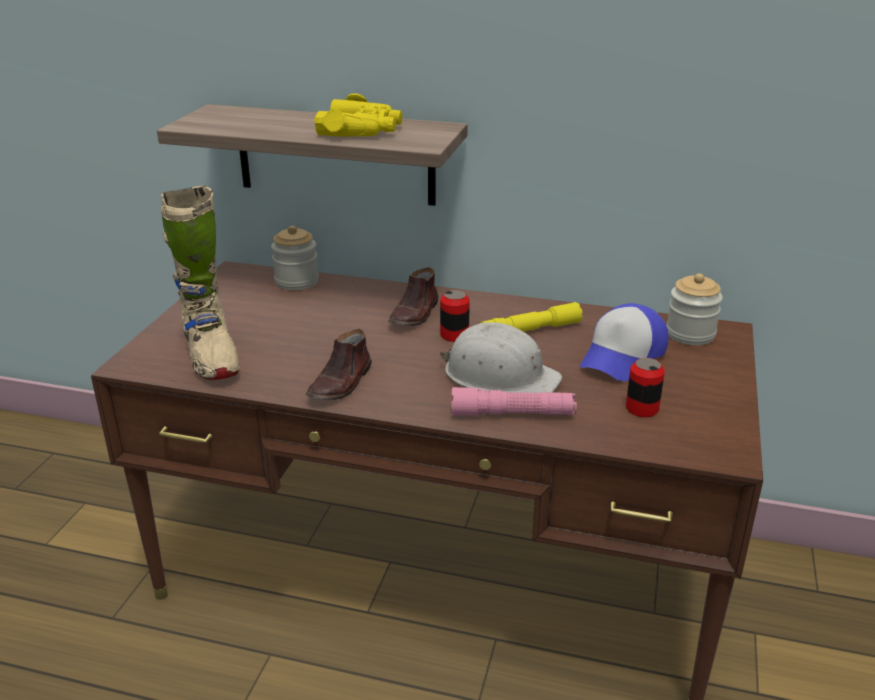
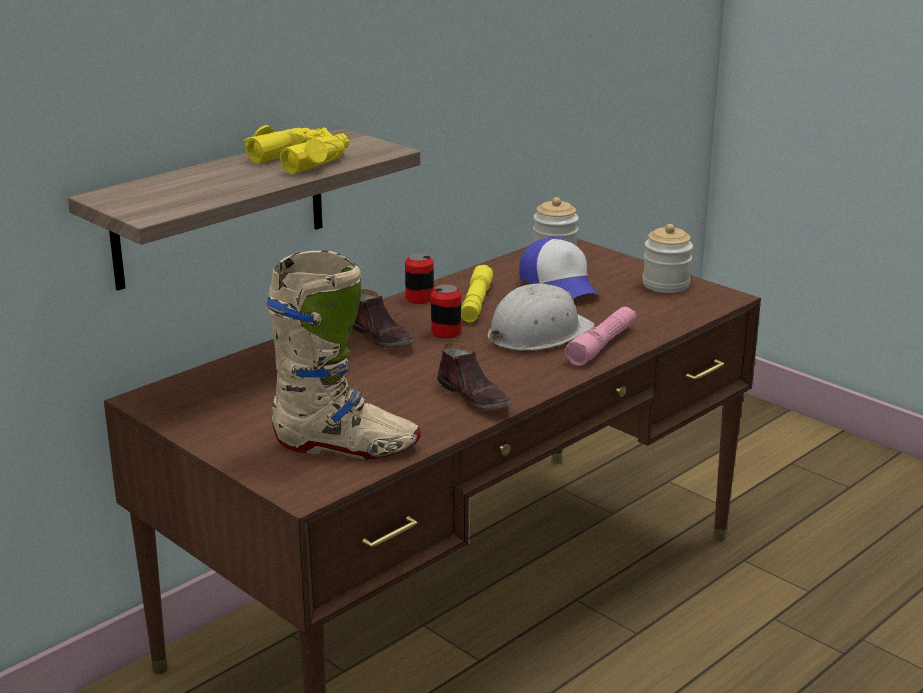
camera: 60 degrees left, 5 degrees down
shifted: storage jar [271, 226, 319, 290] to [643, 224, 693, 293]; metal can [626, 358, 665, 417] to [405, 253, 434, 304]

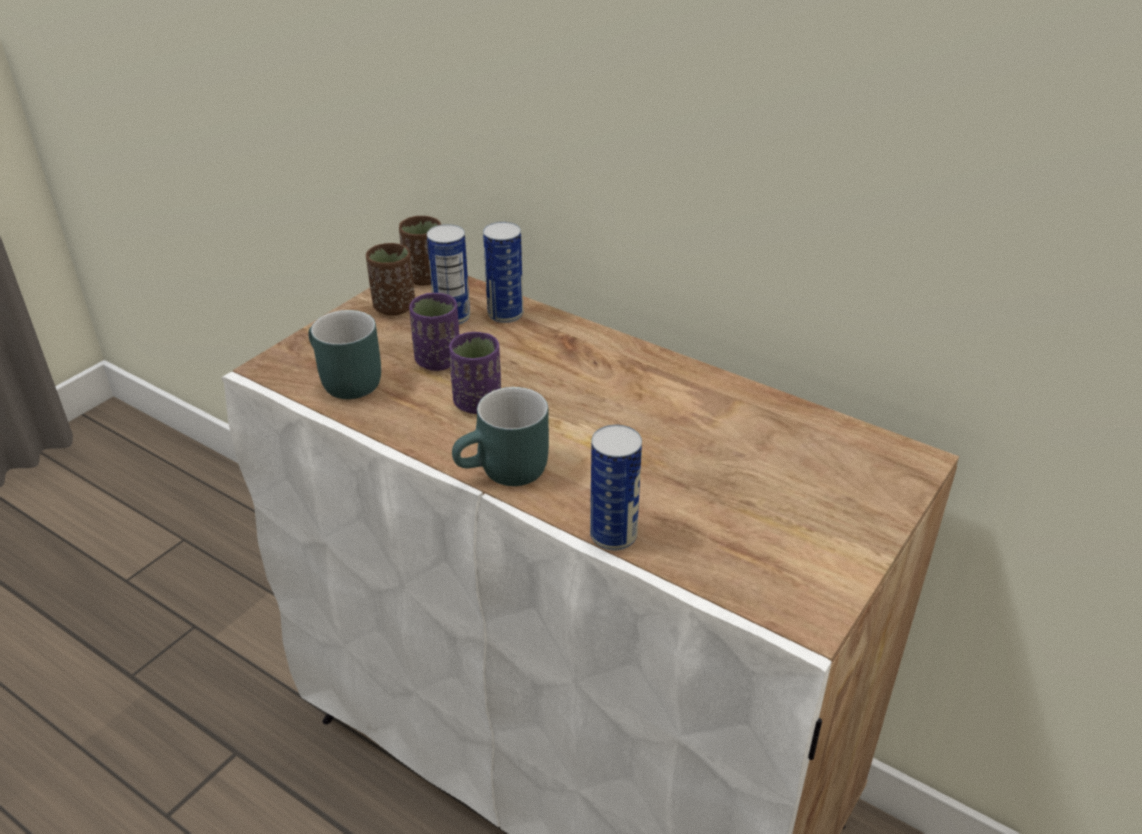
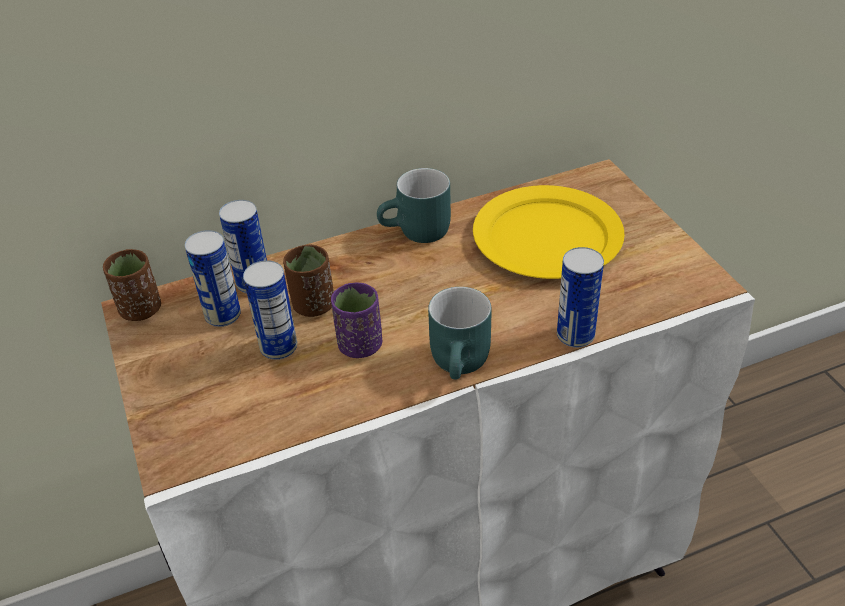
camera: 55 degrees left, 5 degrees up
new: flat dish/yellowish [473, 185, 625, 279]
shifted: coffee mug/blue-green [308, 310, 381, 399] to [377, 168, 451, 243]; cup/brown-coloured [366, 243, 415, 316] to [283, 244, 334, 317]
swapped: cup/purple-coloured [409, 293, 459, 371] to metal can [243, 260, 297, 360]

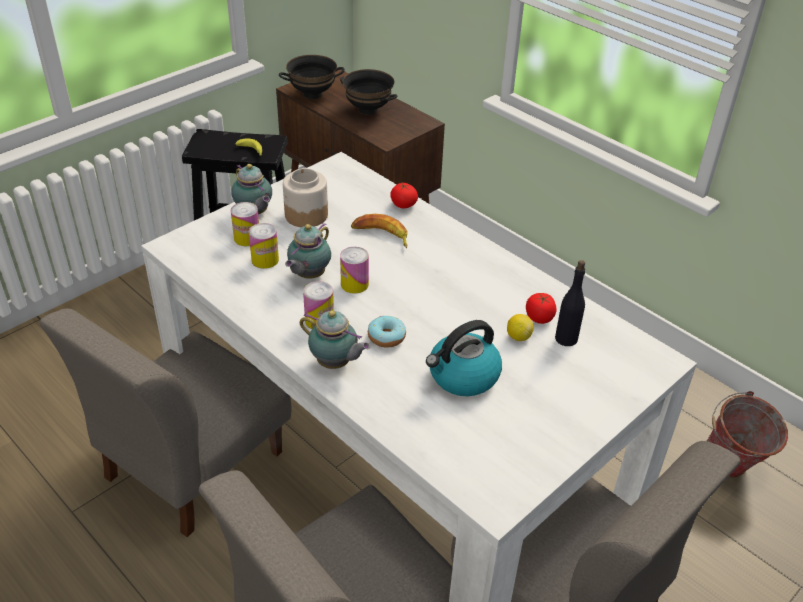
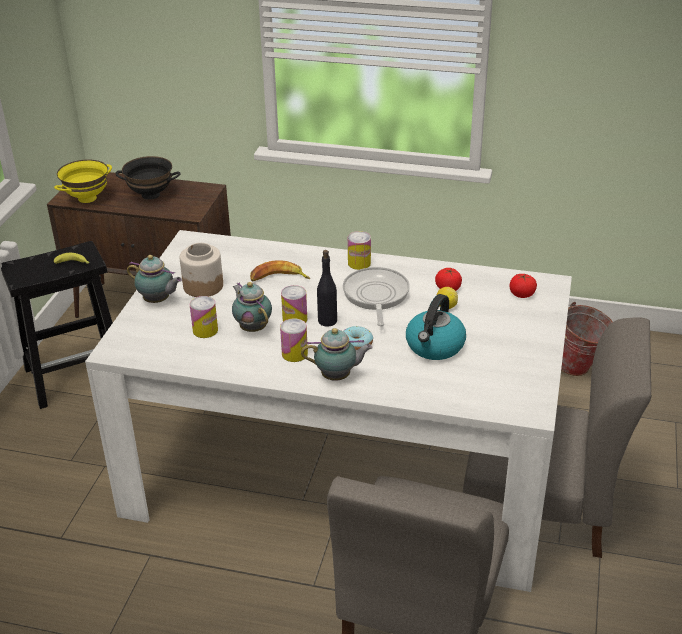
camera: 30 degrees left, 5 degrees down
gone: upright chair/grey [40, 308, 292, 537]
new: pan [343, 267, 410, 326]
shifted: metal can [231, 202, 259, 246] to [348, 231, 371, 270]; tomato [390, 183, 418, 208] to [509, 274, 537, 298]; bottle/black-coloured [555, 260, 585, 346] to [317, 250, 337, 327]
repainted: deep dish/black-coloured [279, 55, 345, 99] to deep dish/yellowish [54, 159, 112, 203]
rotated: tea pot [285, 223, 331, 279] = [232, 282, 272, 332] 150 degrees clockwise

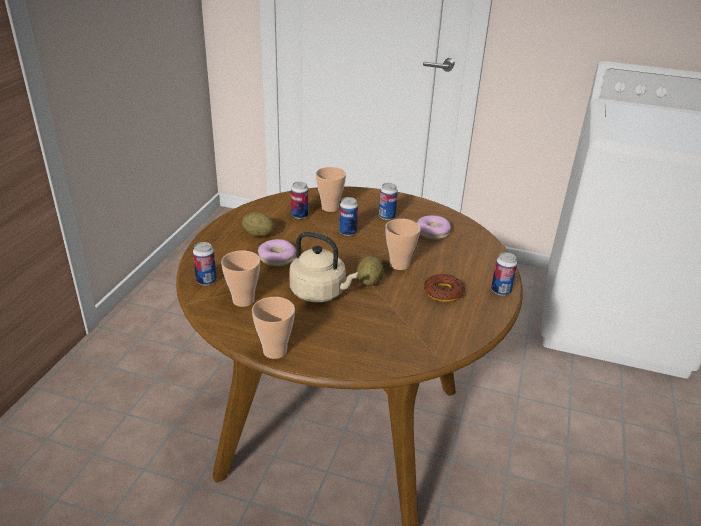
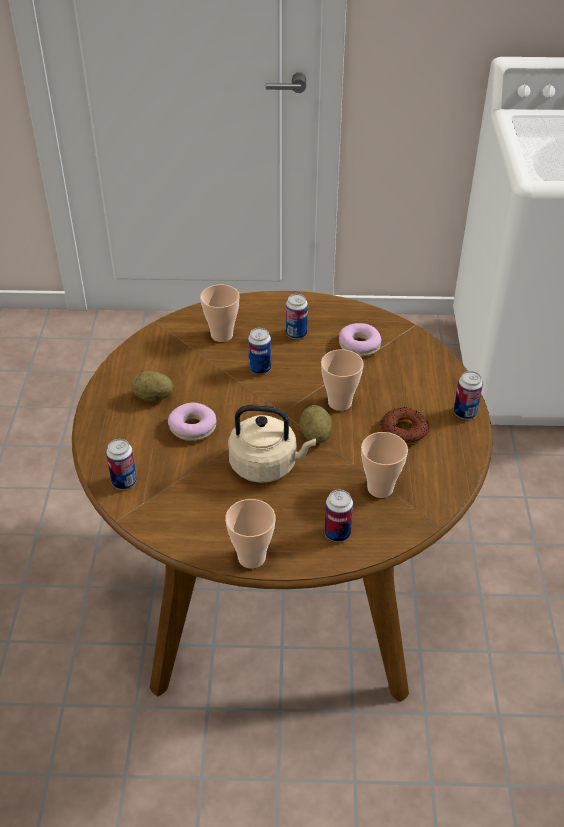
camera: 15 degrees left, 10 degrees up
shifted: cup [221, 250, 260, 307] to [361, 432, 408, 498]; metal can [291, 181, 309, 219] to [325, 489, 353, 542]

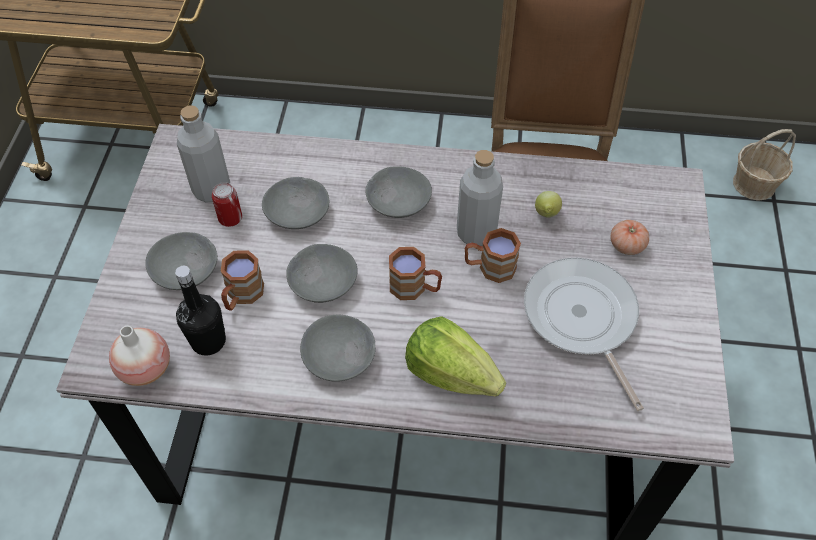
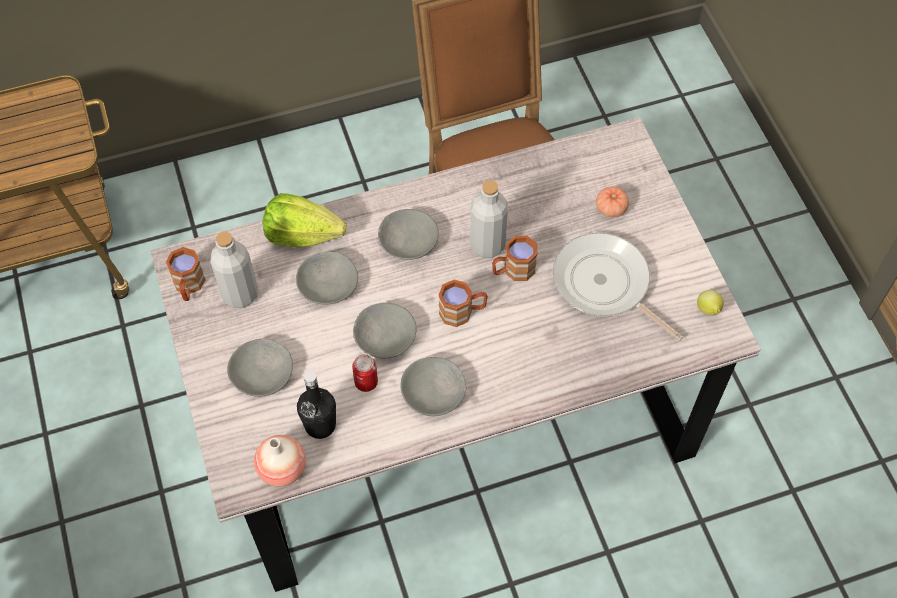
camera: 25 degrees left, 5 degrees up
gone: household basket [733, 129, 796, 201]
shifted: metal can [212, 182, 242, 227] to [352, 354, 378, 392]; coffee mug/brown-coloured [221, 250, 264, 311] to [166, 247, 206, 301]; lettuce head [405, 316, 506, 397] to [262, 193, 347, 247]; lemon [535, 191, 562, 218] to [697, 290, 724, 316]

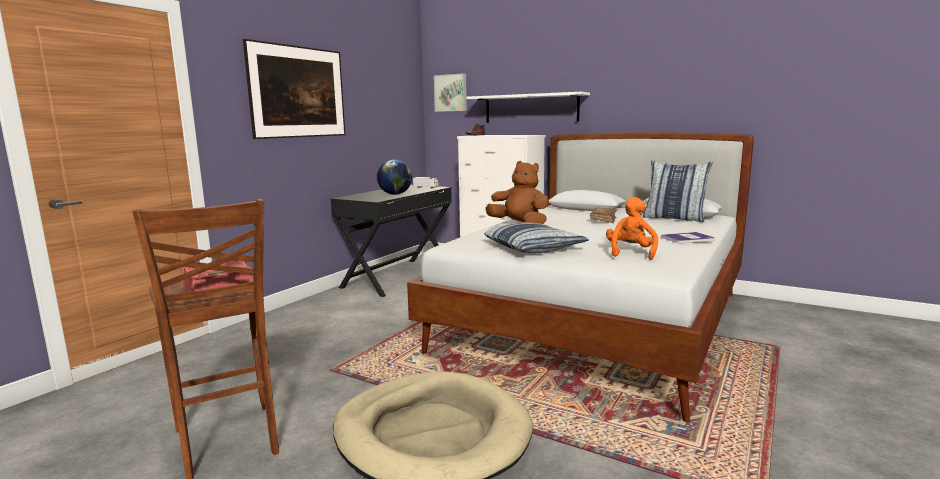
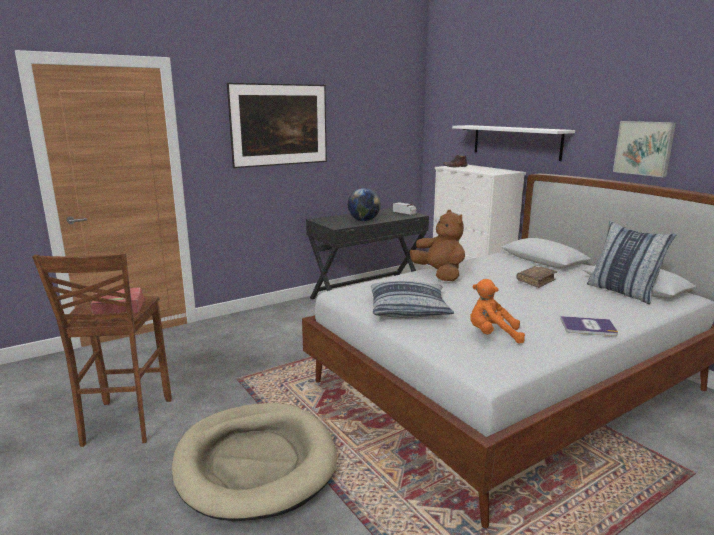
camera: 25 degrees right, 5 degrees up
shifted: wall art [434, 73, 467, 112] to [613, 121, 676, 177]
rotated: plush toy/orangey [606, 197, 658, 260] = [470, 279, 525, 344] 120 degrees counterclockwise

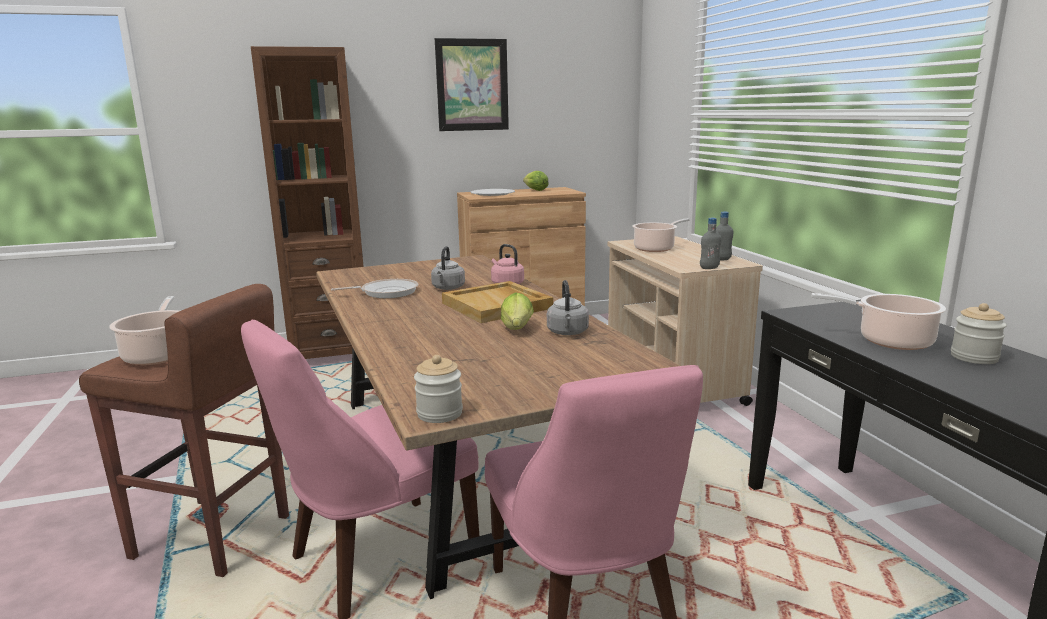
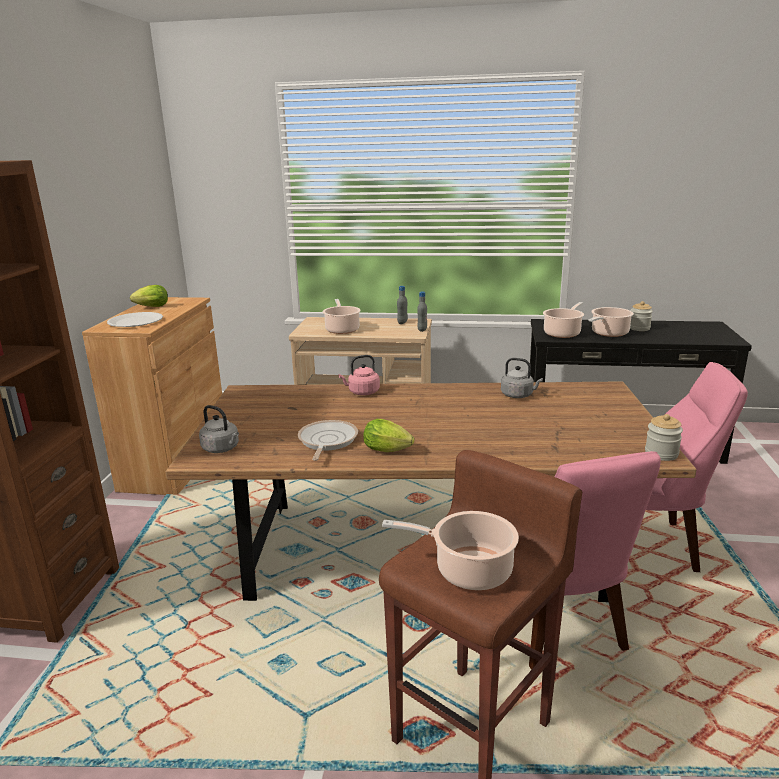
camera: 65 degrees left, 5 degrees up
gone: wall art [435, 38, 509, 131]; serving tray/sand-coloured [442, 281, 553, 323]
new: stockpot [543, 302, 584, 338]
shifted: tea kettle/grey [431, 246, 465, 290] to [199, 405, 239, 453]; lettuce head [501, 292, 534, 330] to [363, 419, 414, 452]

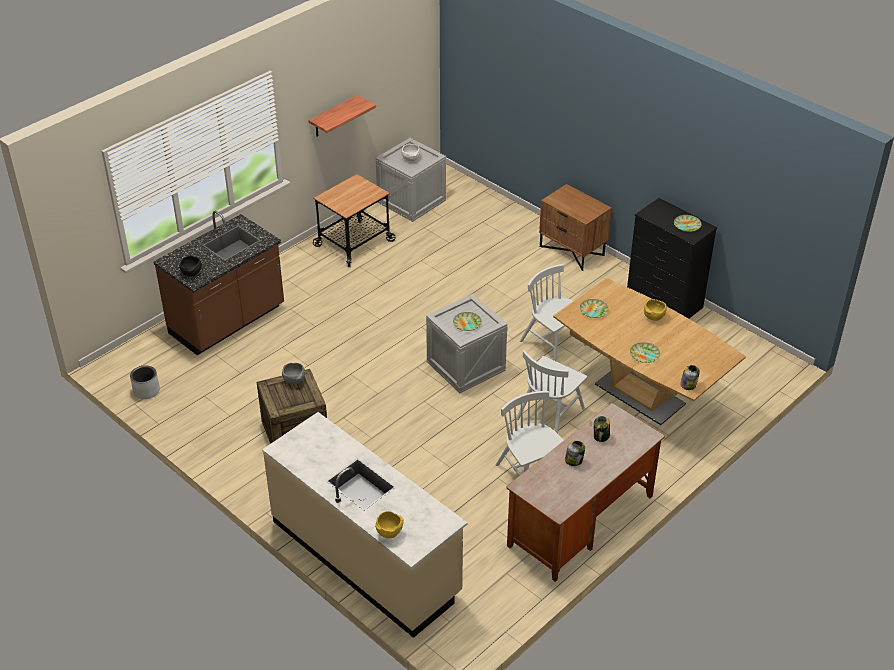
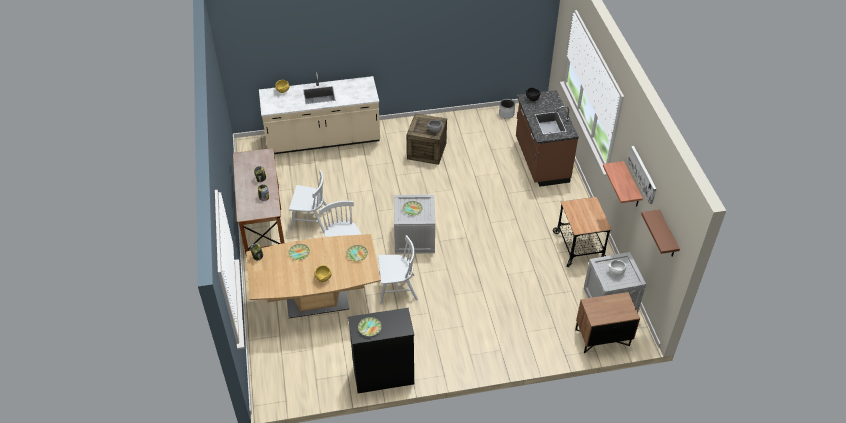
camera: 125 degrees right, 5 degrees up
new: wall art [628, 146, 656, 204]; wall shelf/brown-coloured [641, 210, 680, 257]
shifted: bedside table/brown-coloured [539, 184, 612, 271] to [575, 292, 640, 354]

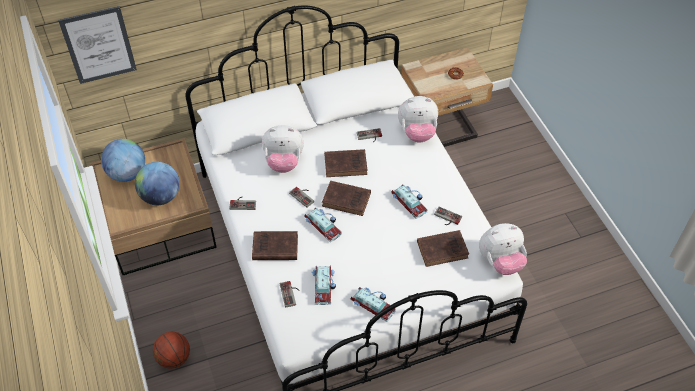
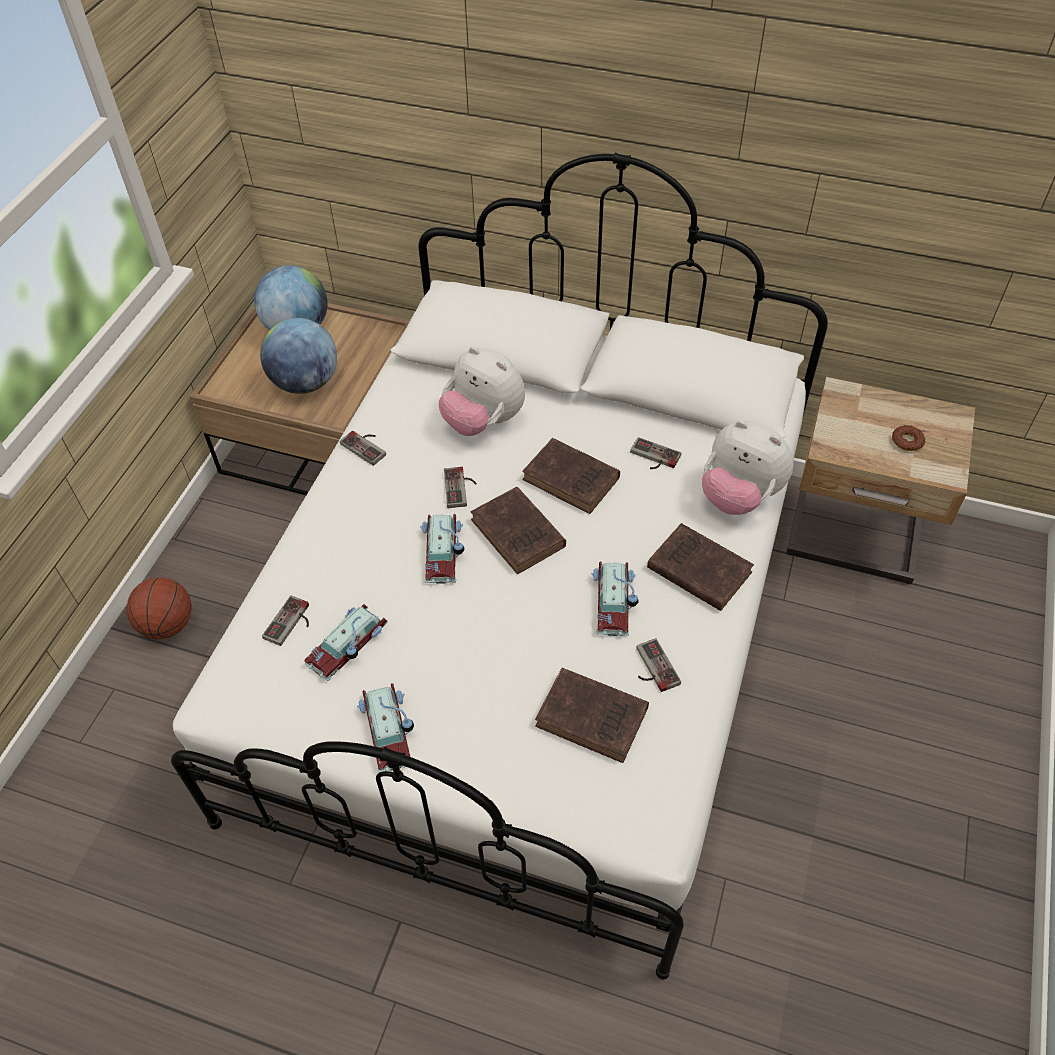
camera: 40 degrees right, 0 degrees up
gone: wall art [58, 6, 137, 84]; plush toy [479, 223, 527, 275]
shifted: book/brown-coloured [252, 231, 298, 260] to [647, 523, 754, 611]

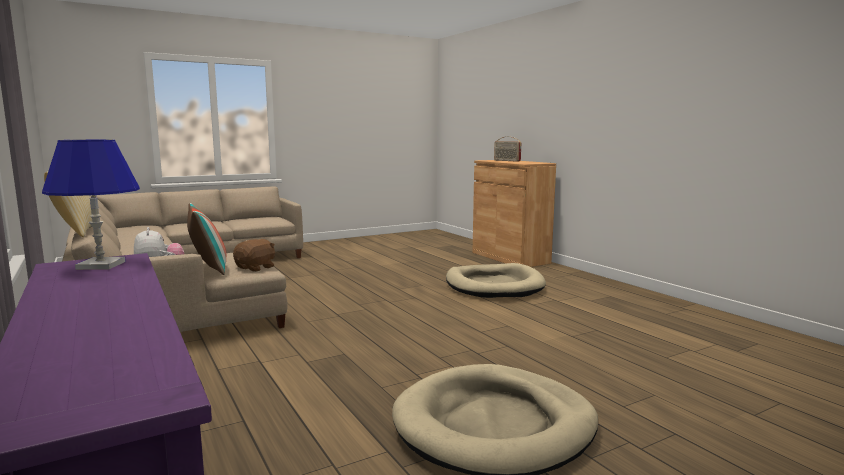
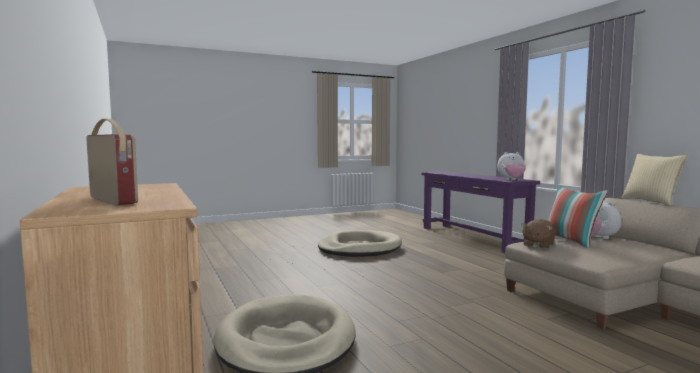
camera: 175 degrees left, 5 degrees down
swapped: lamp for a table/blue-coloured [42, 140, 140, 270] to plush toy [497, 152, 526, 180]

